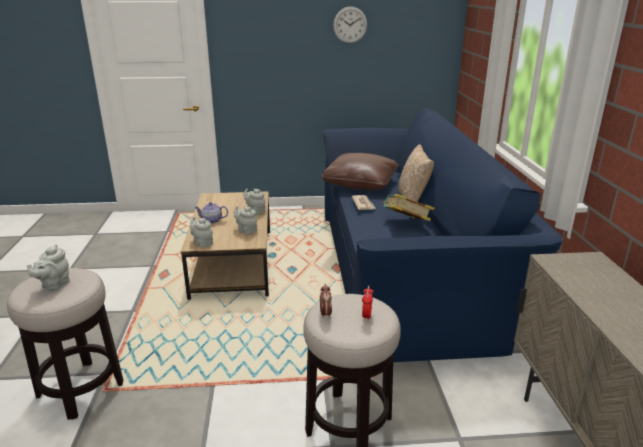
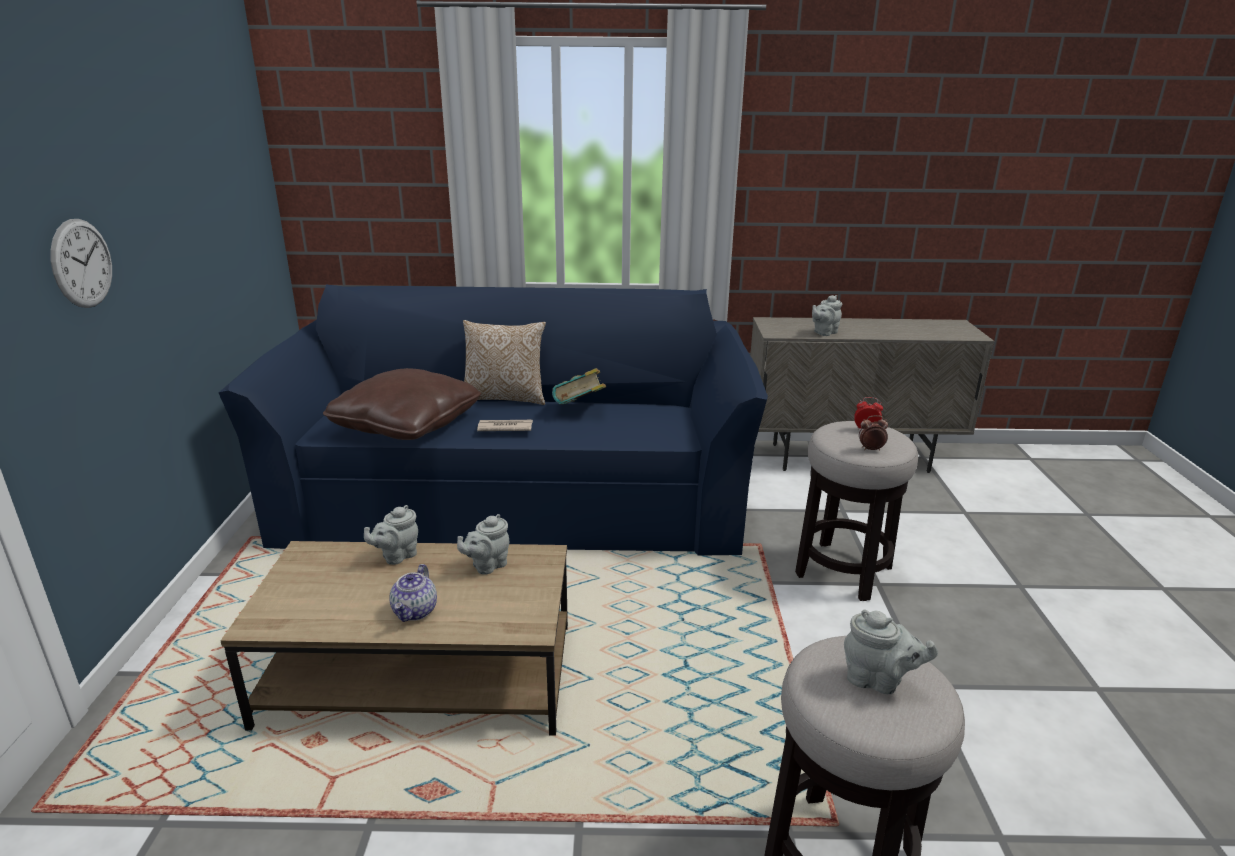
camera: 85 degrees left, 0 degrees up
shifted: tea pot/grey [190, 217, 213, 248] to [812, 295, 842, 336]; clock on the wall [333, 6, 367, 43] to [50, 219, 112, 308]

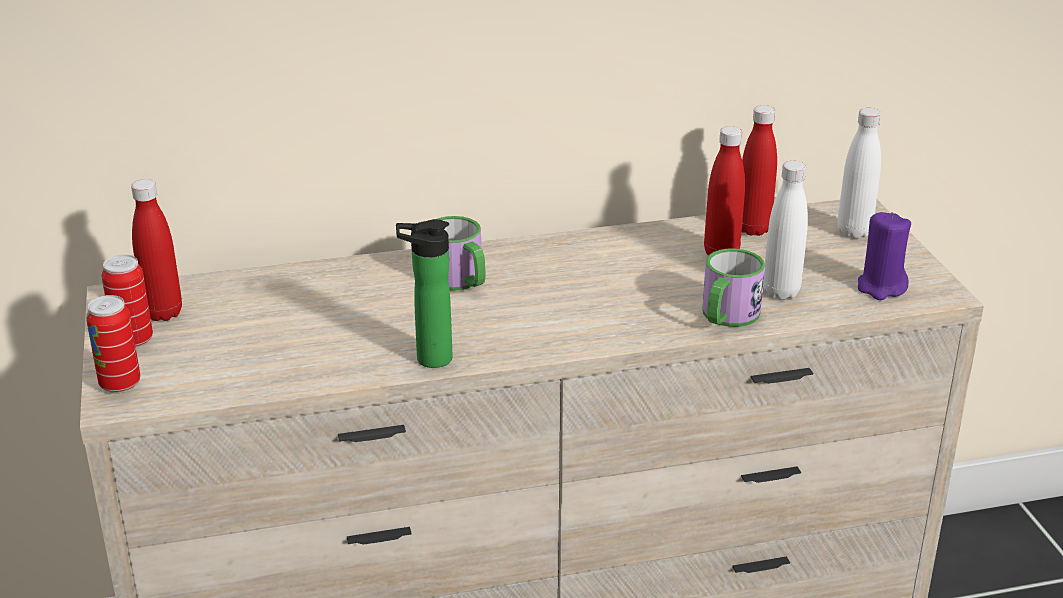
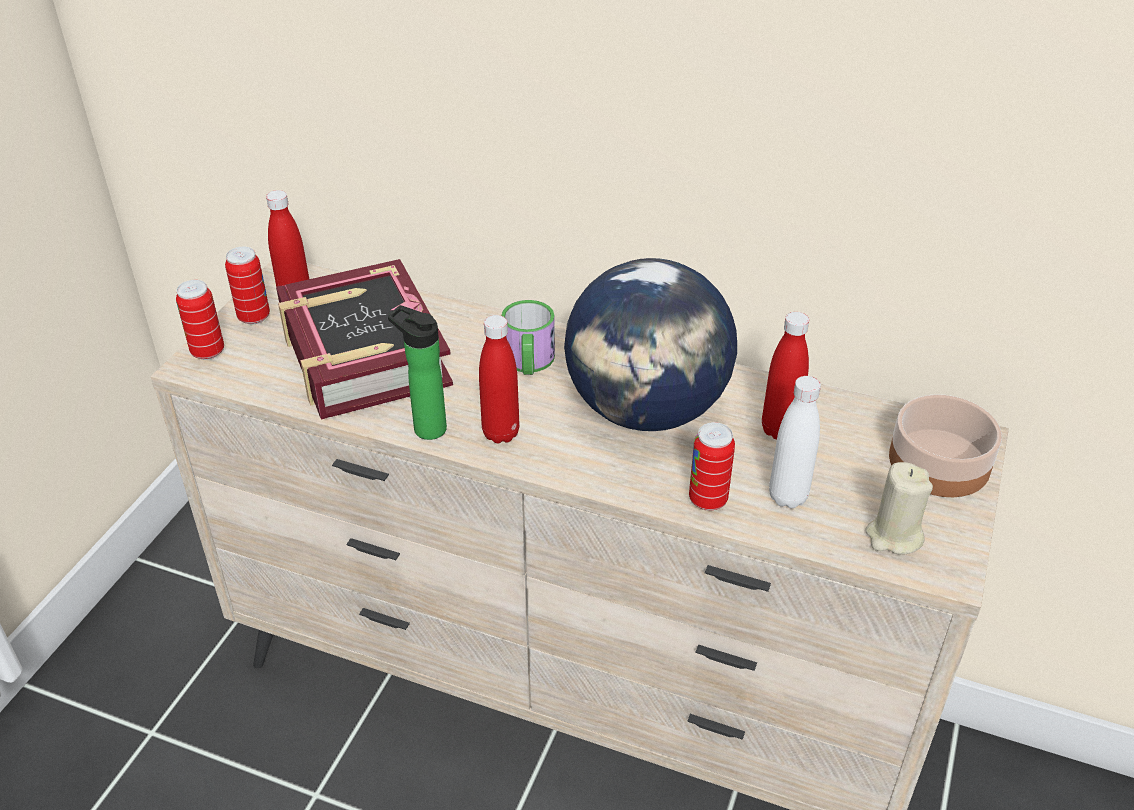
camera: 35 degrees right, 10 degrees up
new: book [276, 259, 453, 420]; world globe [564, 258, 737, 431]
shifted: bottle/red-coloured [742, 105, 777, 236] to [479, 315, 520, 444]
swapped: coffee mug [702, 248, 765, 327] to metal can [689, 422, 735, 511]; bottle/white-coloured [838, 108, 881, 239] to deep dish [889, 394, 1002, 497]
repainted: wax light/purple-coloured [858, 212, 911, 300] to wax light/sand-coloured [866, 462, 933, 555]

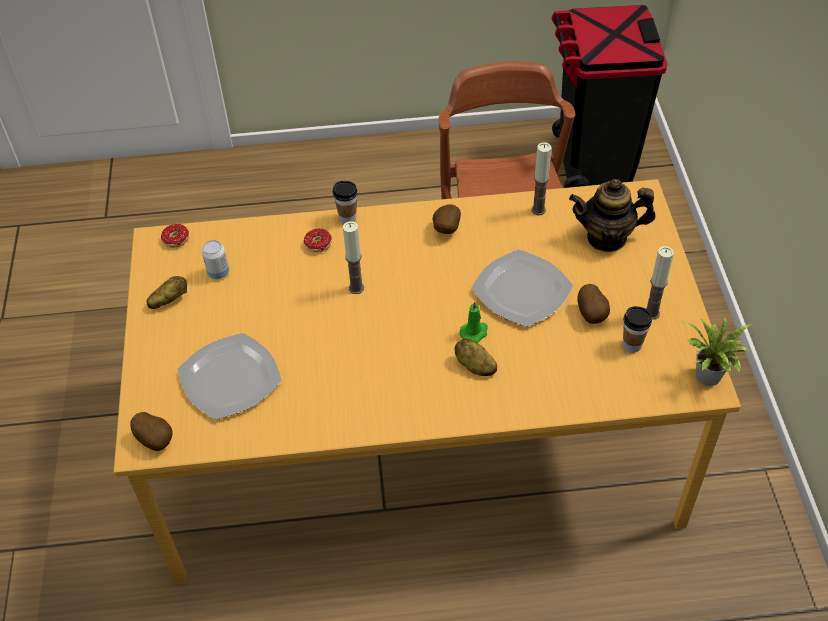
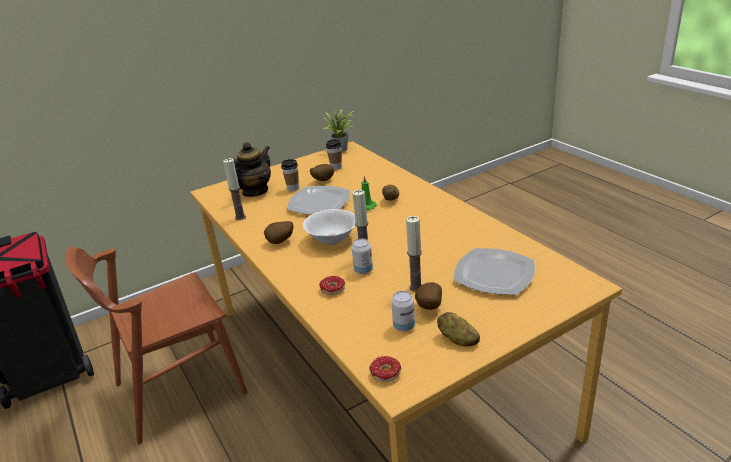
camera: 115 degrees left, 20 degrees down
new: deep dish/white-coloured [303, 209, 355, 245]; metal can [352, 239, 373, 274]
shifted: whole potato [130, 412, 172, 451] to [415, 282, 442, 310]; cup [333, 181, 358, 224] to [281, 159, 299, 191]; wax light [646, 246, 674, 320] to [406, 216, 422, 292]
rotated: tea pot [569, 179, 656, 252] = [233, 142, 271, 197] 120 degrees counterclockwise

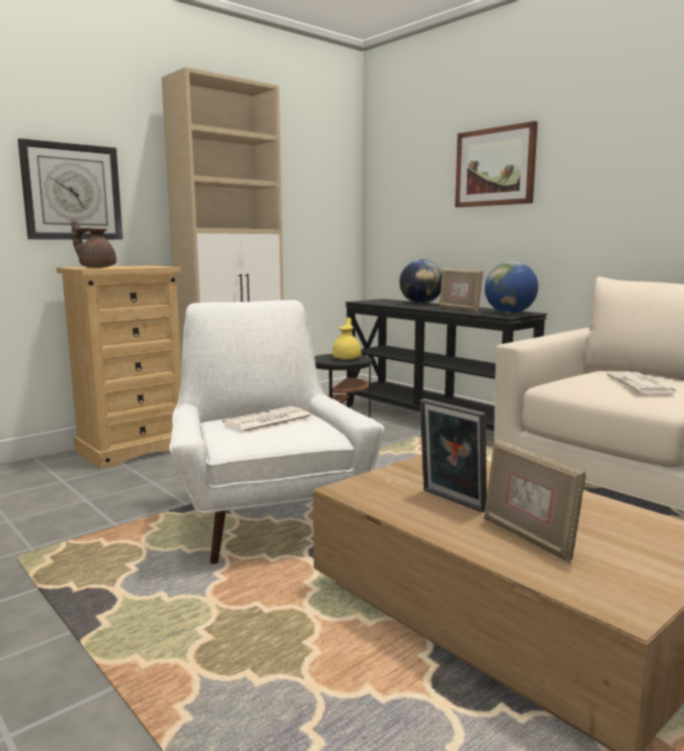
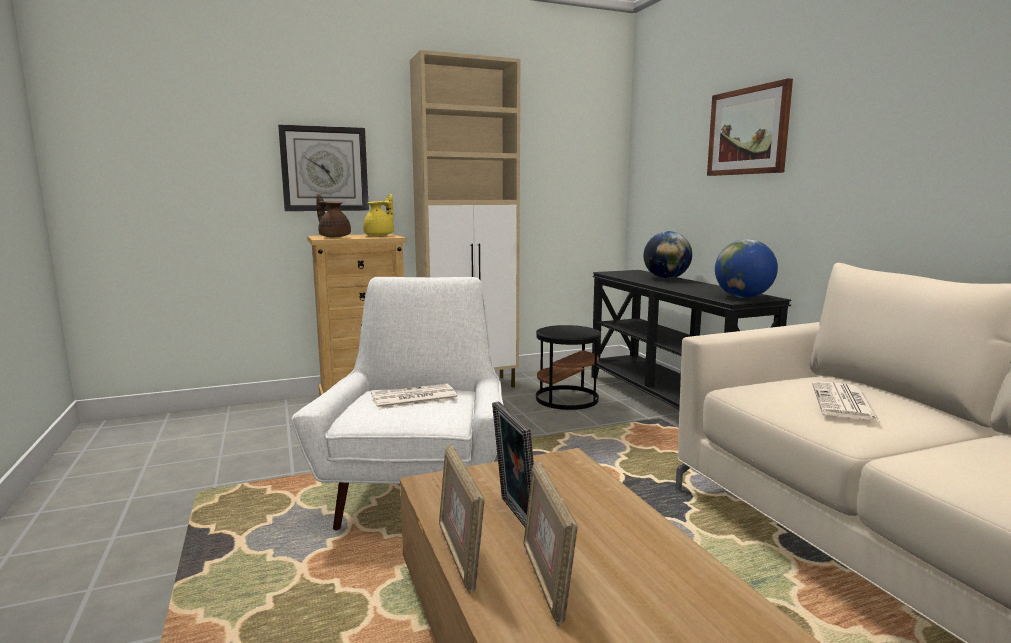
camera: 20 degrees right, 0 degrees up
shifted: tea pot/yellowish [332, 317, 361, 359] to [363, 194, 394, 236]; picture frame [439, 268, 483, 312] to [439, 445, 485, 593]

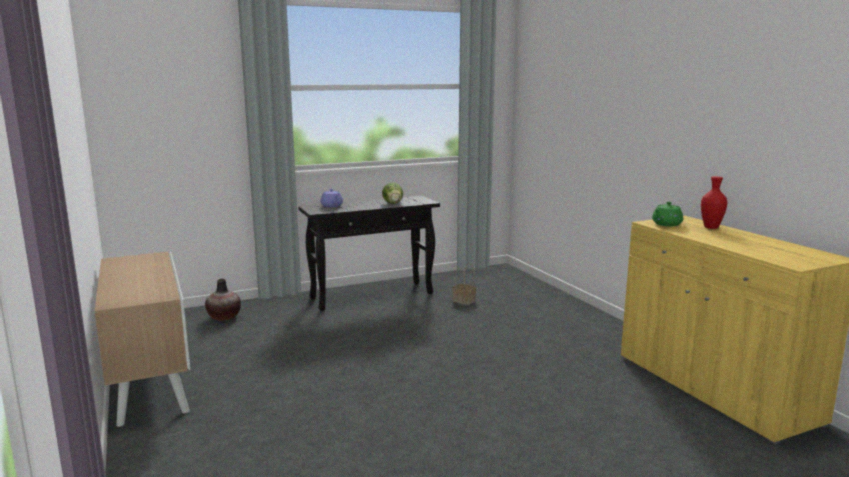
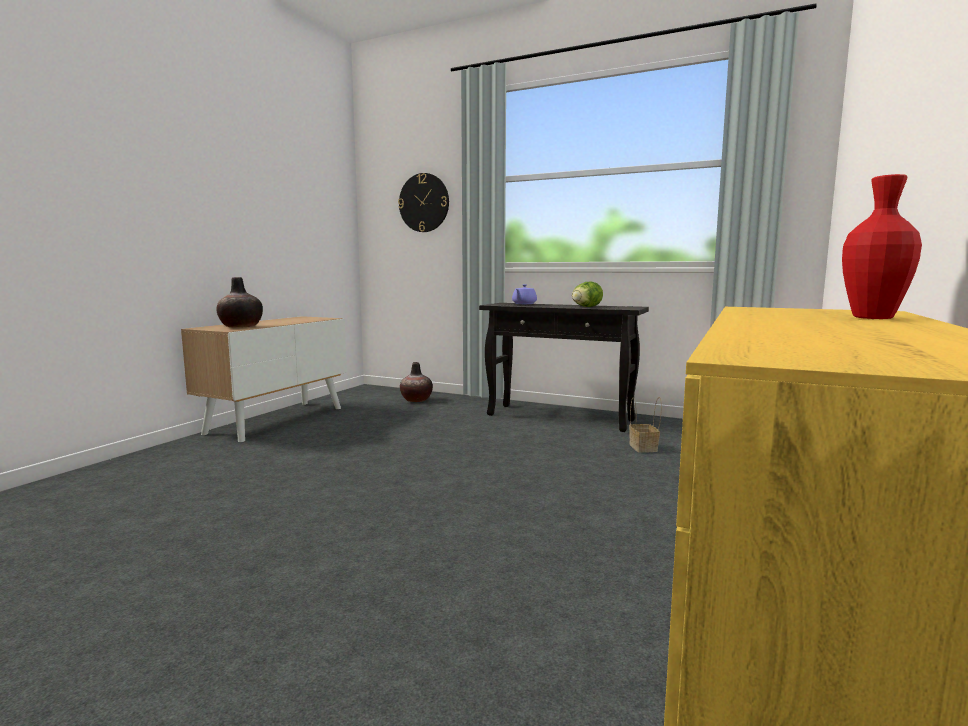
camera: 50 degrees right, 5 degrees down
gone: tea pot/greenish [652, 202, 683, 226]
new: flower vase [216, 277, 263, 328]; clock on the wall [398, 173, 449, 232]

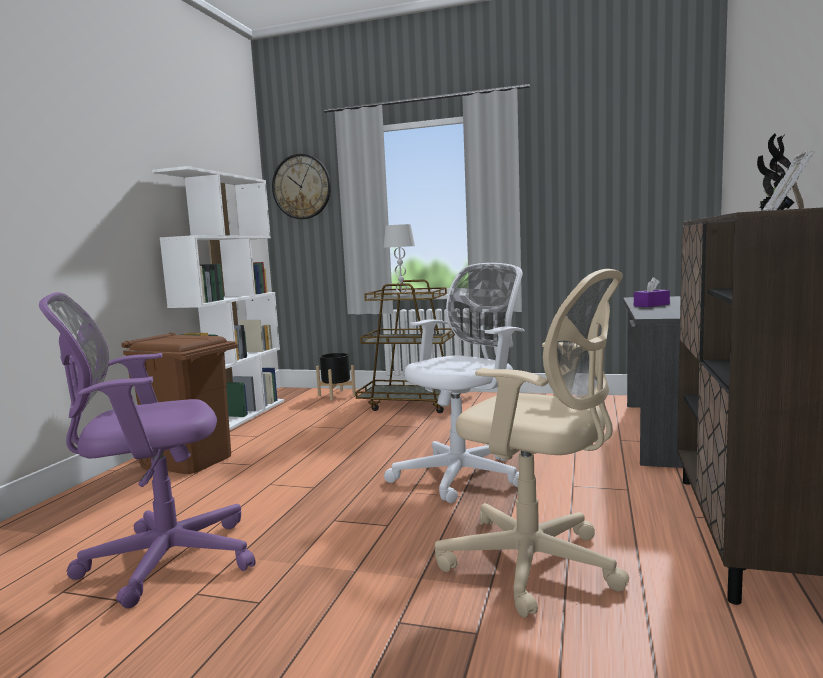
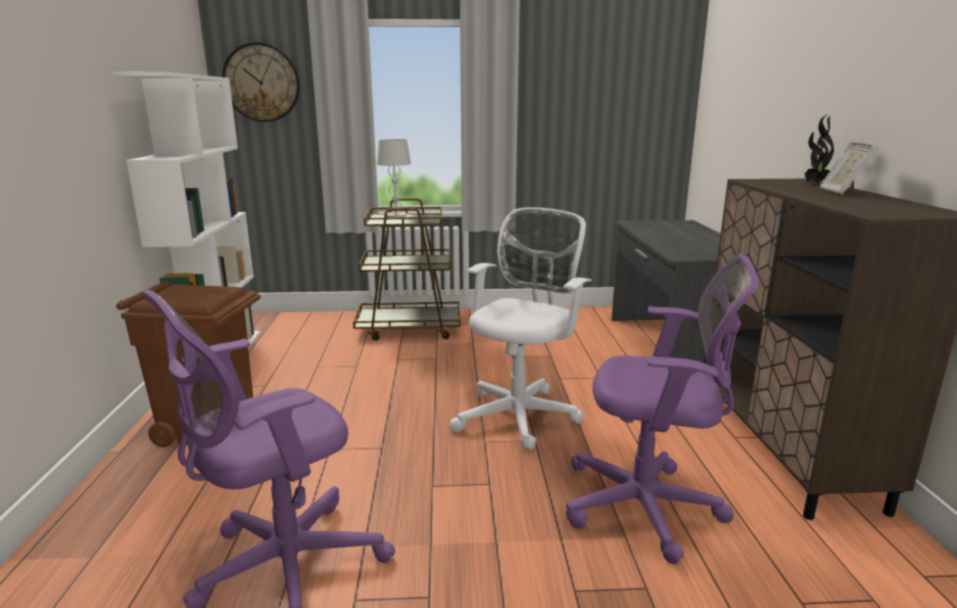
camera: 20 degrees left, 10 degrees up
gone: plant pot/black-coloured [316, 353, 356, 401]; tissue holder/purple-coloured [634, 277, 670, 307]
repainted: office chair/sand-coloured [435, 269, 630, 618] to office chair/purple-coloured [566, 254, 759, 564]

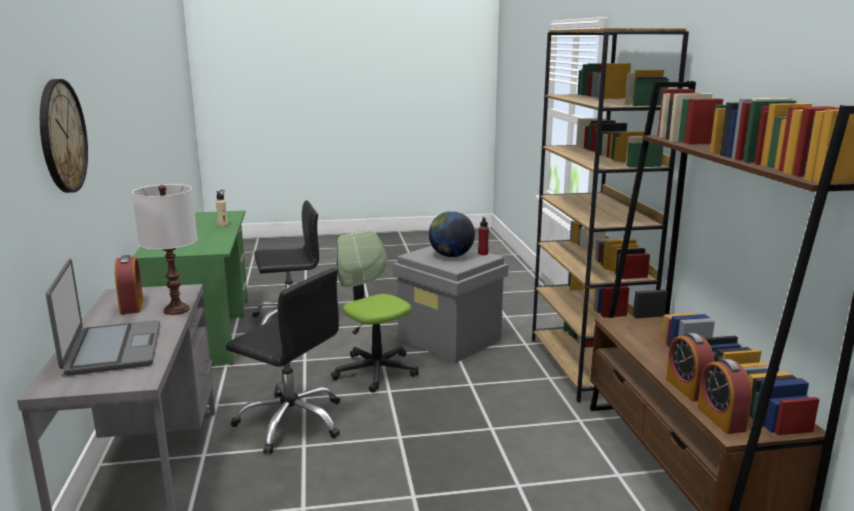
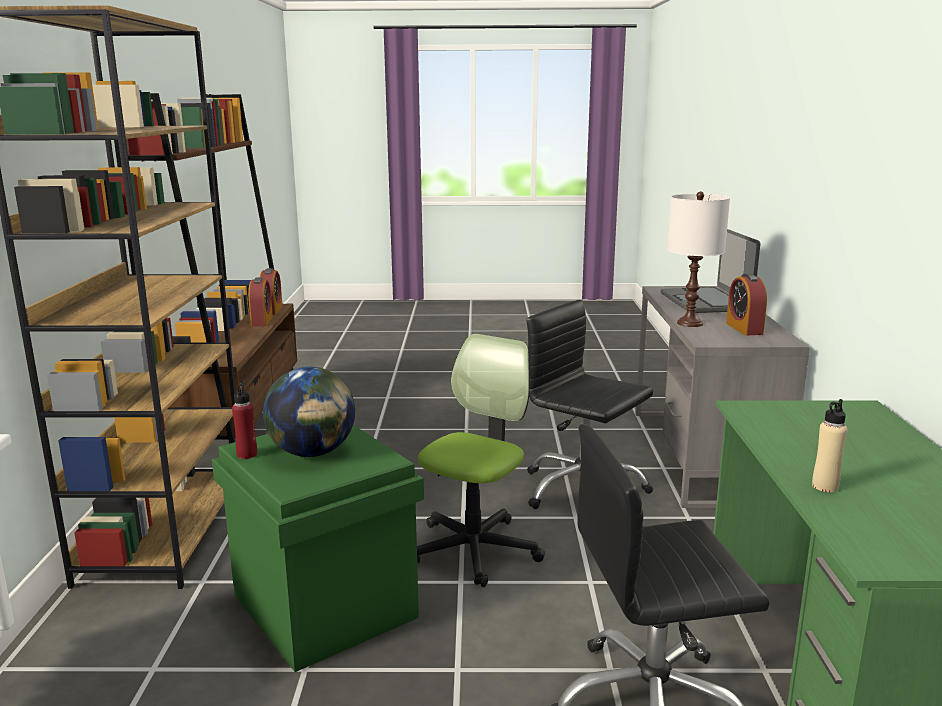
camera: 170 degrees left, 0 degrees up
gone: clock on the wall [40, 79, 88, 193]
repainted: storage box/grey [393, 246, 508, 363] to storage box/greenish [212, 425, 424, 672]
rotated: office chair [331, 230, 419, 393] = [417, 334, 545, 587] 120 degrees counterclockwise

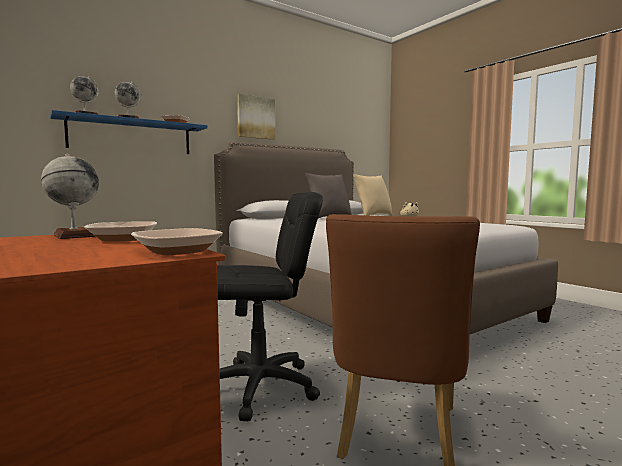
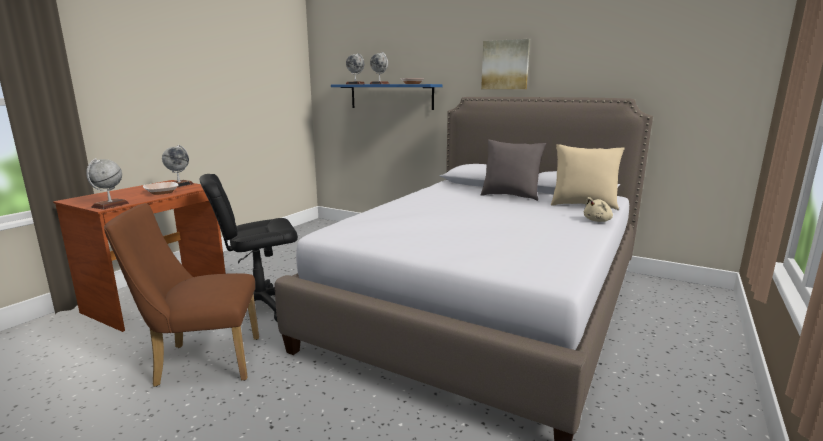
camera: 65 degrees right, 10 degrees up
swapped: deep dish [131, 228, 223, 255] to world globe [86, 158, 129, 209]
rotated: office chair/black-coloured [217, 192, 323, 421] = [199, 174, 298, 321] 105 degrees clockwise

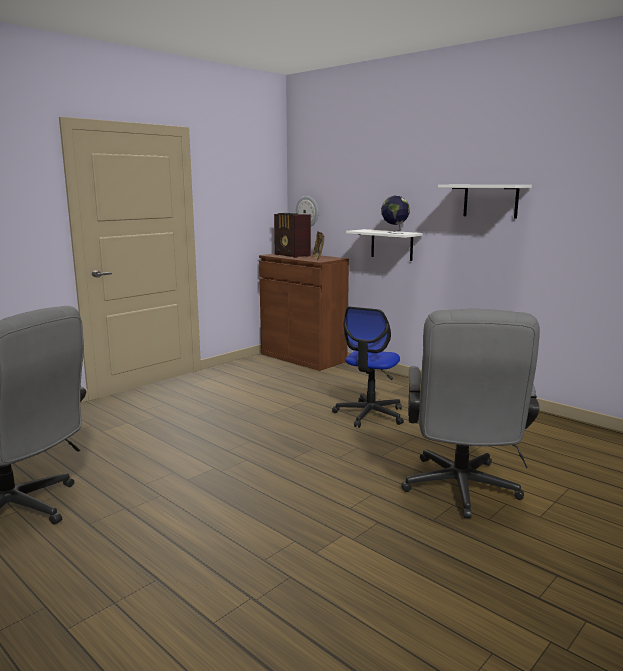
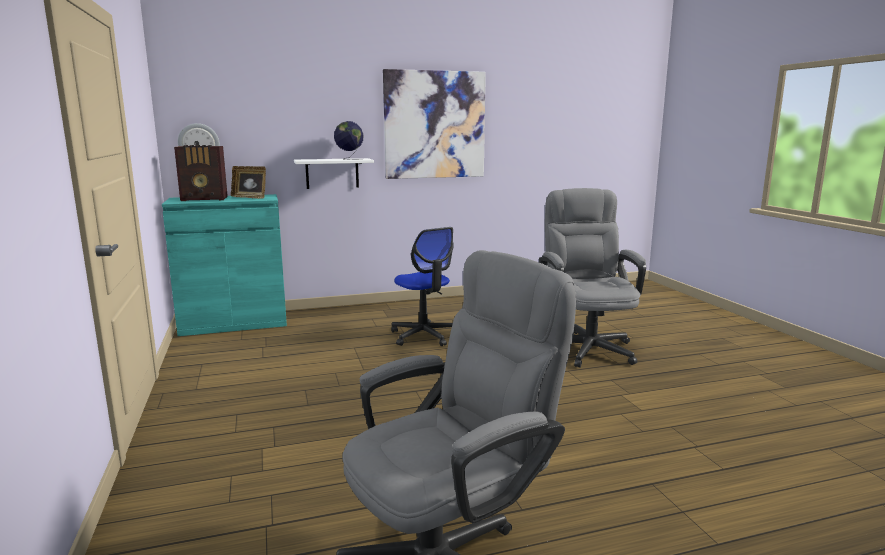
camera: 60 degrees left, 0 degrees up
swapped: wall shelf/white-coloured [438, 185, 532, 218] to wall art [383, 69, 486, 179]
repainted: cupboard/brown-coloured [259, 253, 349, 371] to cupboard/blue-green [162, 194, 287, 336]
rotated: office chair/grey [401, 309, 540, 519] = [539, 188, 646, 368] 135 degrees counterclockwise

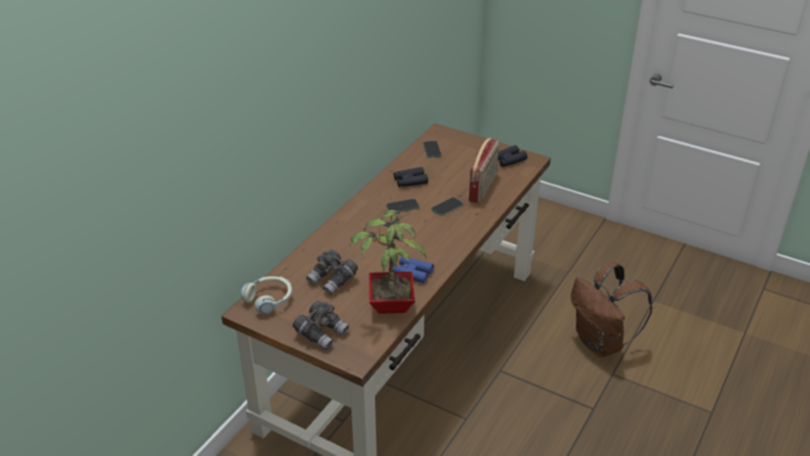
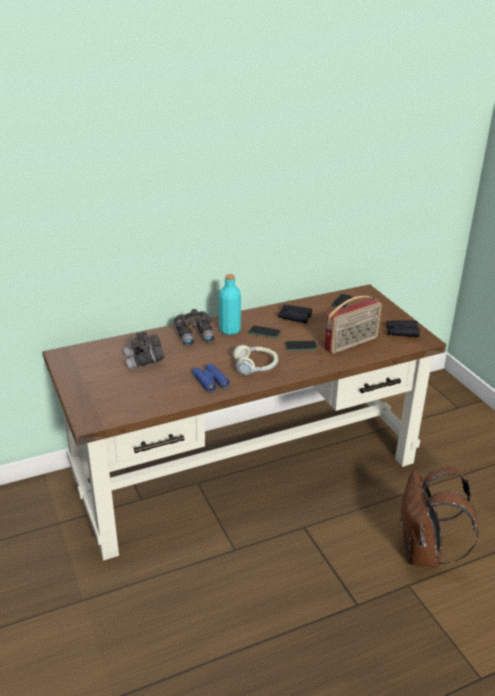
camera: 35 degrees right, 5 degrees down
gone: potted plant [350, 196, 426, 314]
new: bottle/blue-green [219, 274, 241, 335]
shifted: headset [241, 276, 292, 315] to [233, 345, 278, 375]; pair of binoculars/grey [293, 300, 349, 350] to [174, 309, 215, 346]

